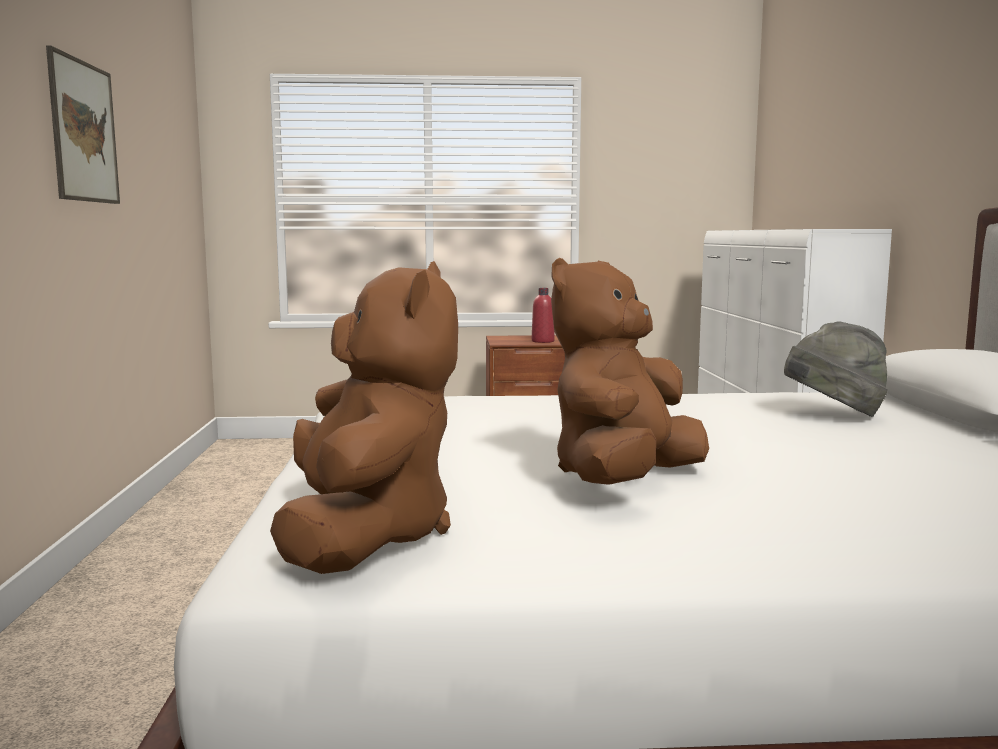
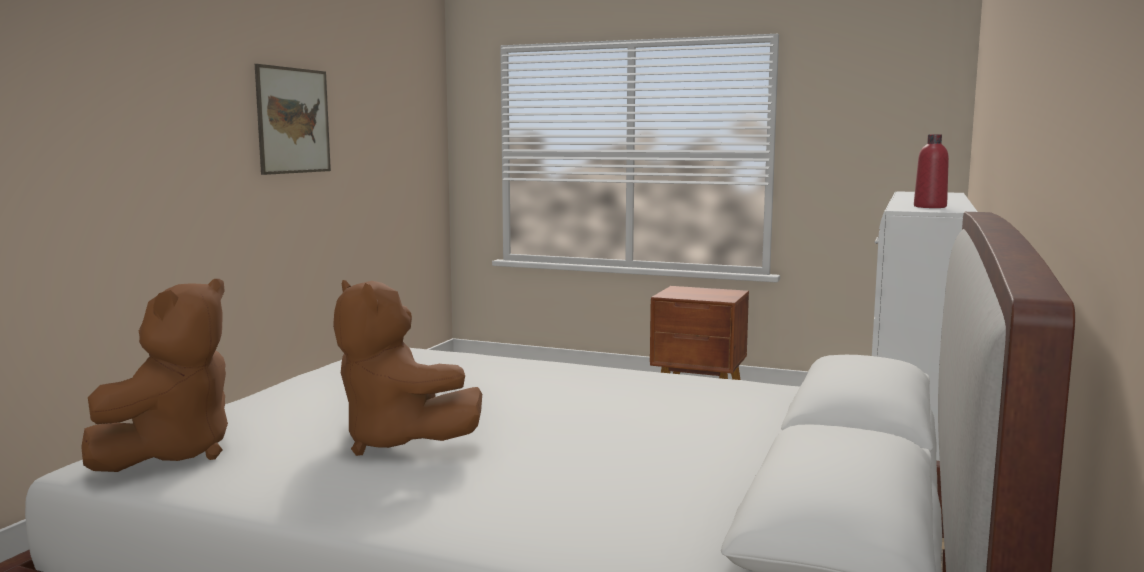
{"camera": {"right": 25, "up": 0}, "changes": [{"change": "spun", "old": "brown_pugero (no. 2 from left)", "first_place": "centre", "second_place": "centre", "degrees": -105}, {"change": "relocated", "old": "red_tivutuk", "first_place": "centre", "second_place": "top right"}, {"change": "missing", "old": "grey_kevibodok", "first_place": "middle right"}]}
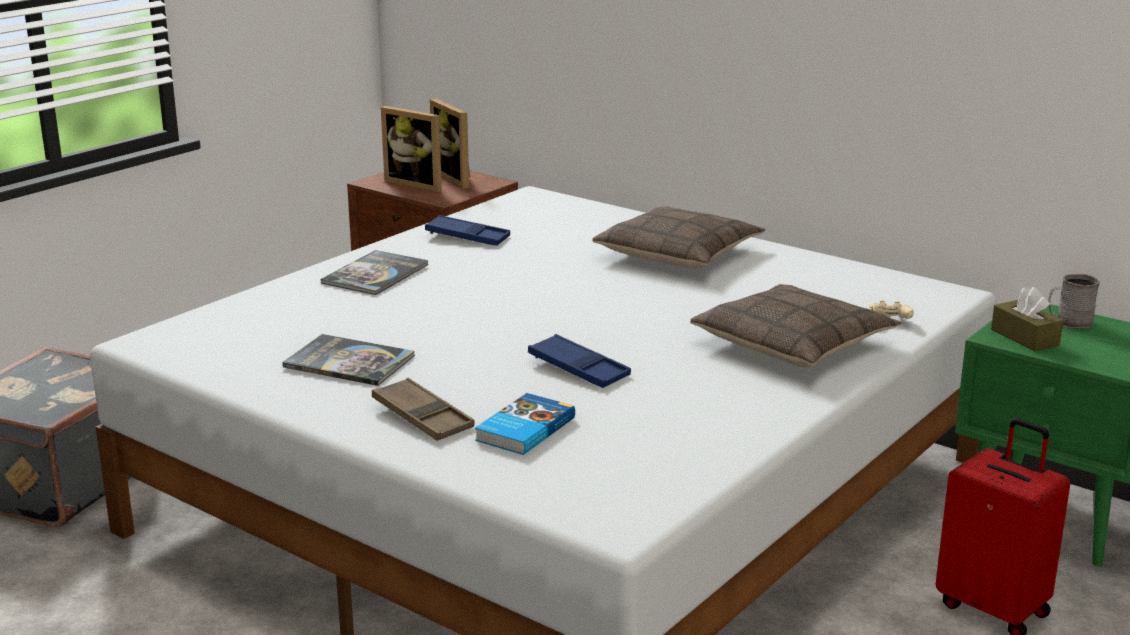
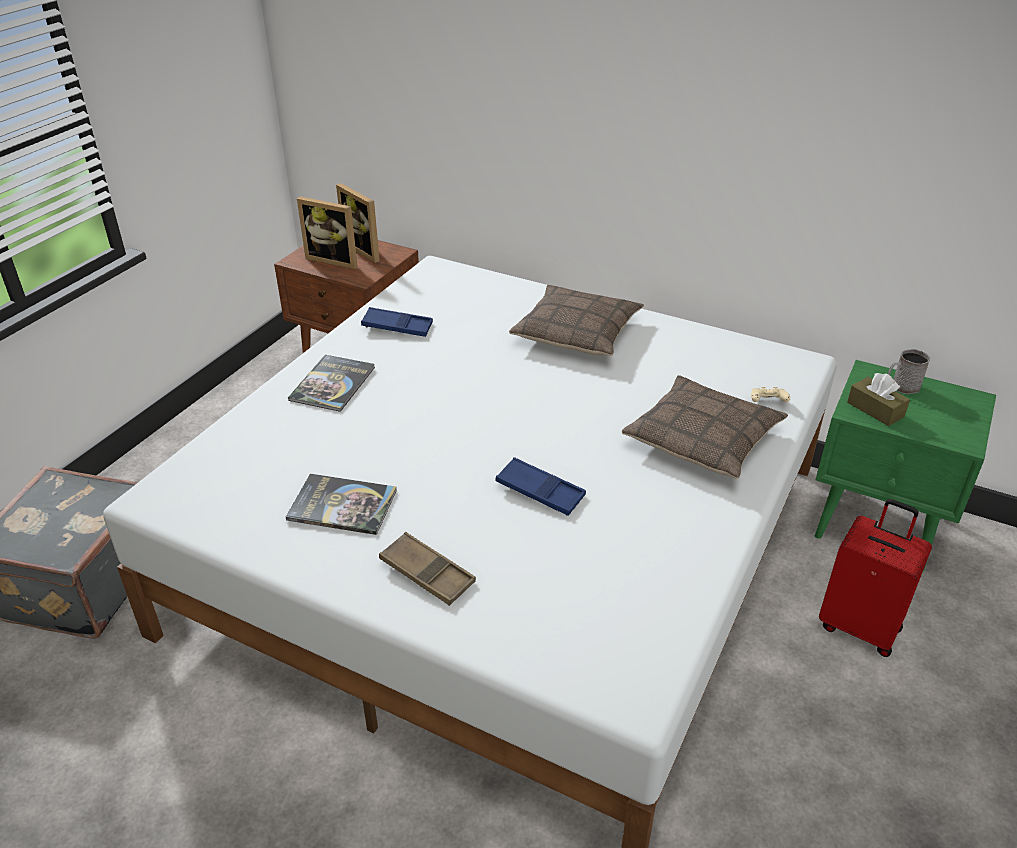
{"camera": {"right": -10, "up": 15}, "changes": [{"change": "missing", "old": "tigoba (no. 3 from left)", "first_place": "bottom centre"}]}
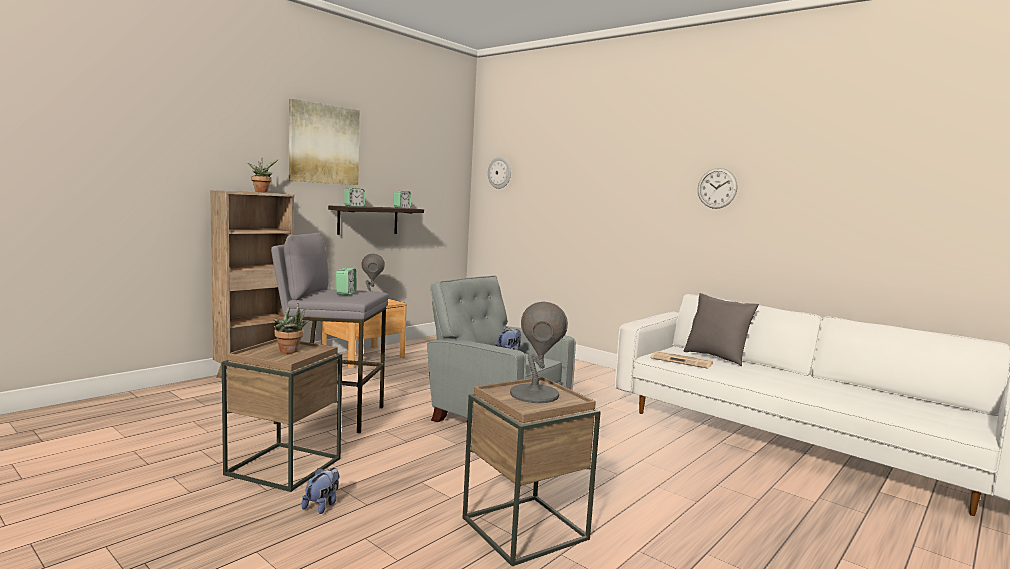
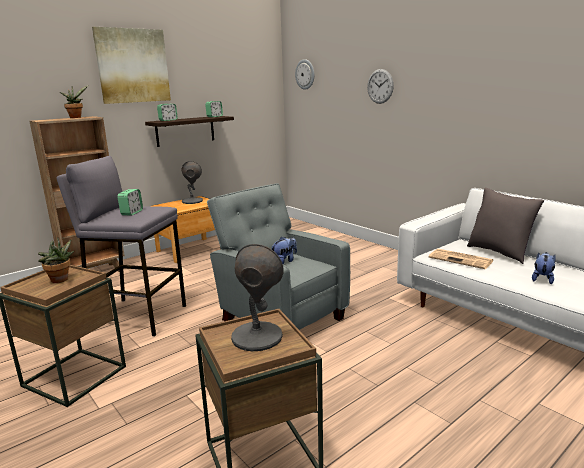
{"camera": {"right": 10, "up": 10}, "changes": [{"change": "relocated", "old": "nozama (no. 2 from left)", "first_place": "top right", "second_place": "top centre"}, {"change": "relocated", "old": "pugero (no. 1 from left in the first image)", "new": "pugero (no. 2 from left)", "first_place": "bottom left", "second_place": "middle right"}]}
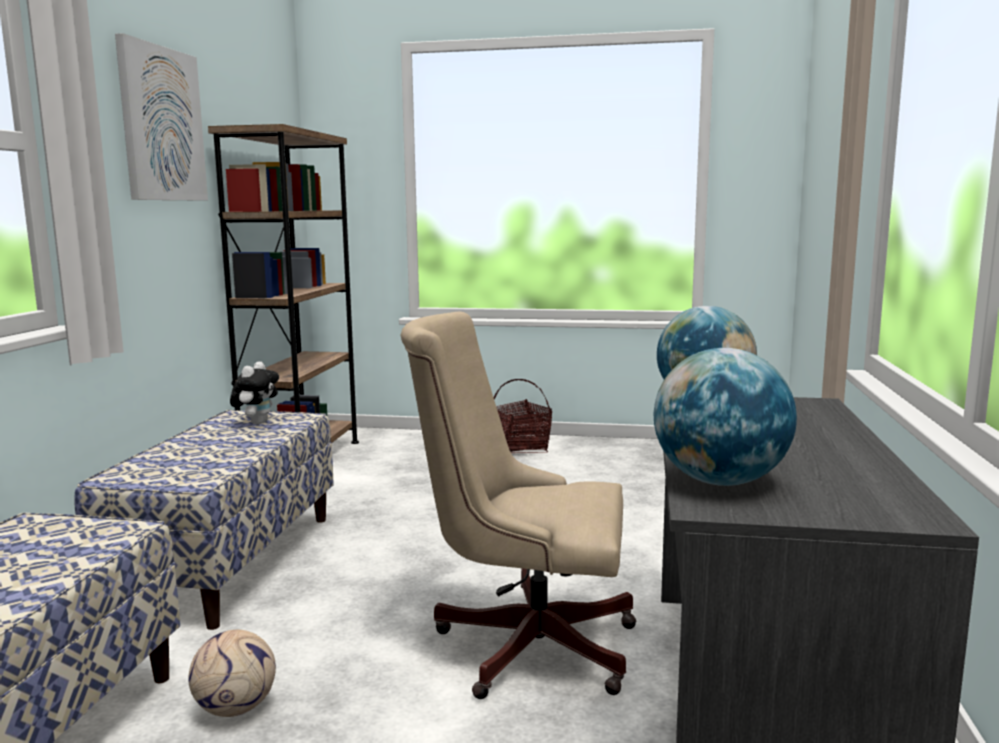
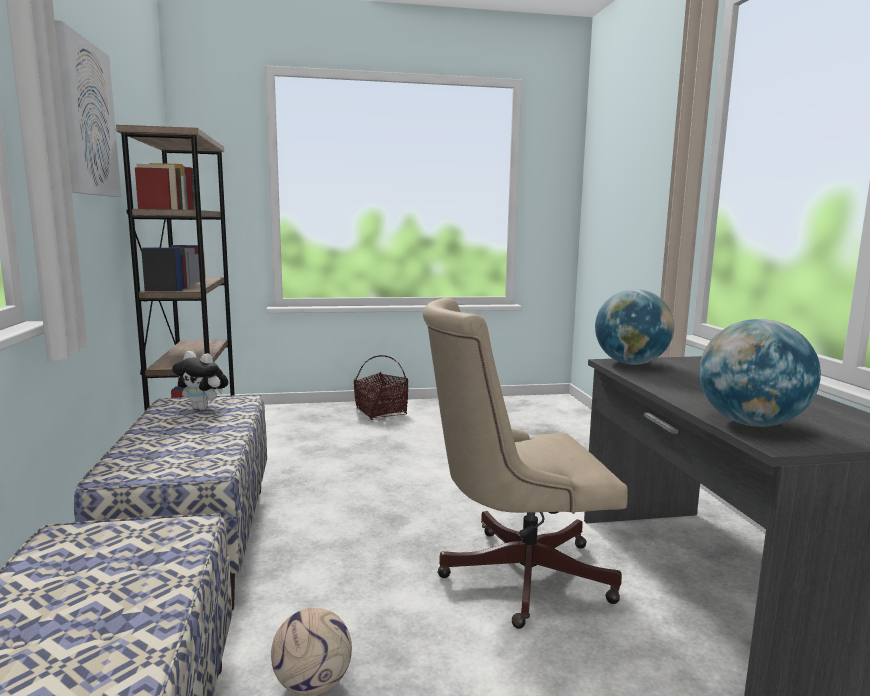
{"camera": {"right": -20, "up": 0}, "changes": [{"change": "spun", "old": "pugero", "first_place": "middle left", "second_place": "middle left", "degrees": 120}]}
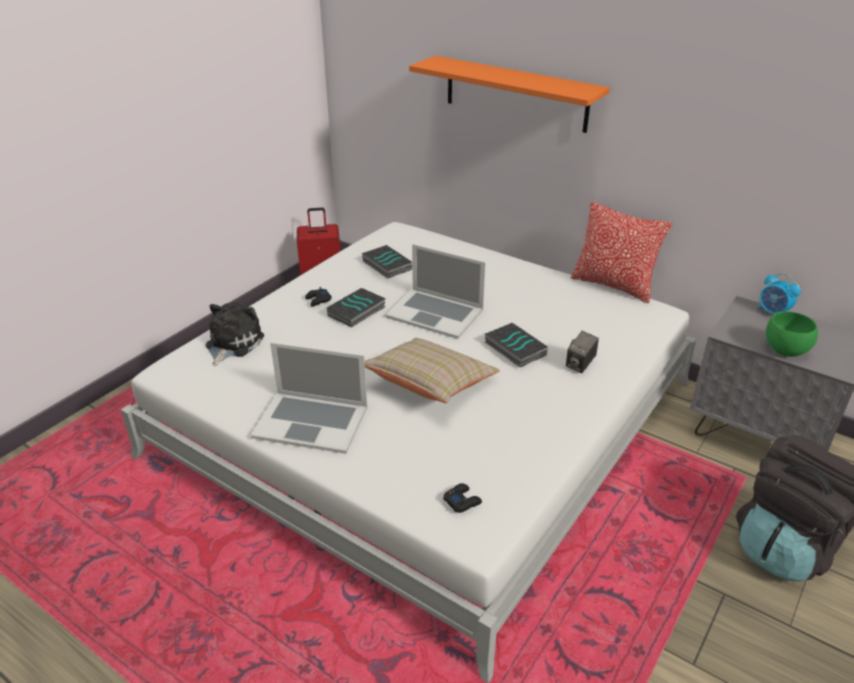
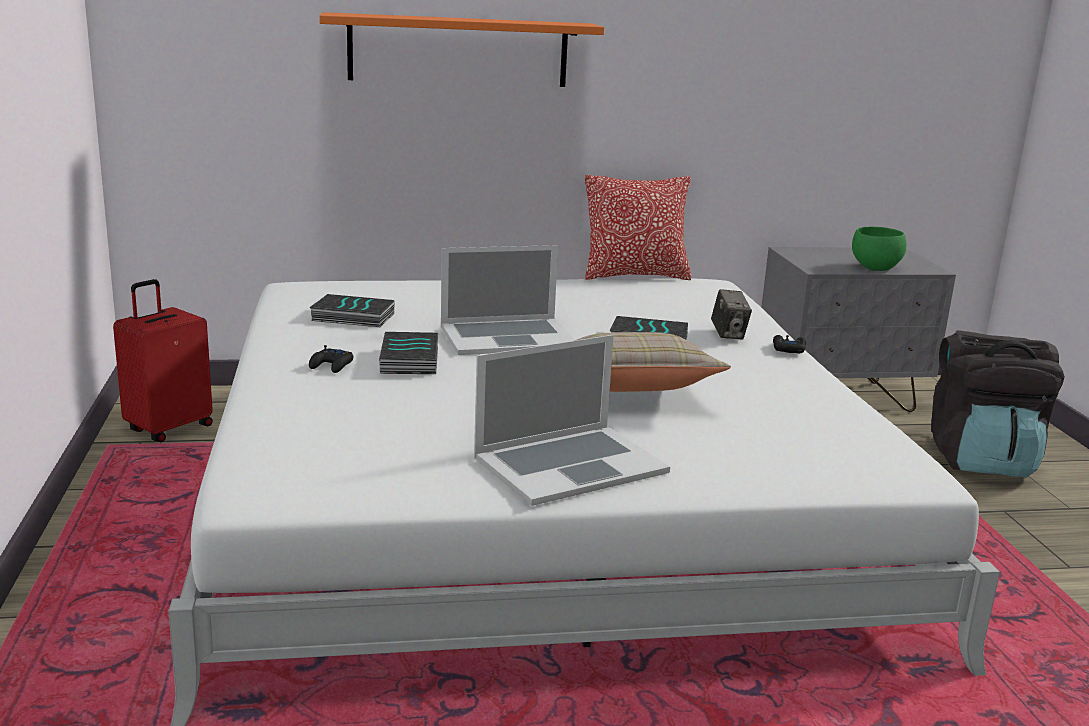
{"camera": {"right": -45, "up": -15}, "changes": [{"change": "missing", "old": "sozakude", "first_place": "middle right"}, {"change": "missing", "old": "pugero", "first_place": "middle left"}, {"change": "relocated", "old": "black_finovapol (no. 2 from left)", "first_place": "bottom centre", "second_place": "middle right"}]}
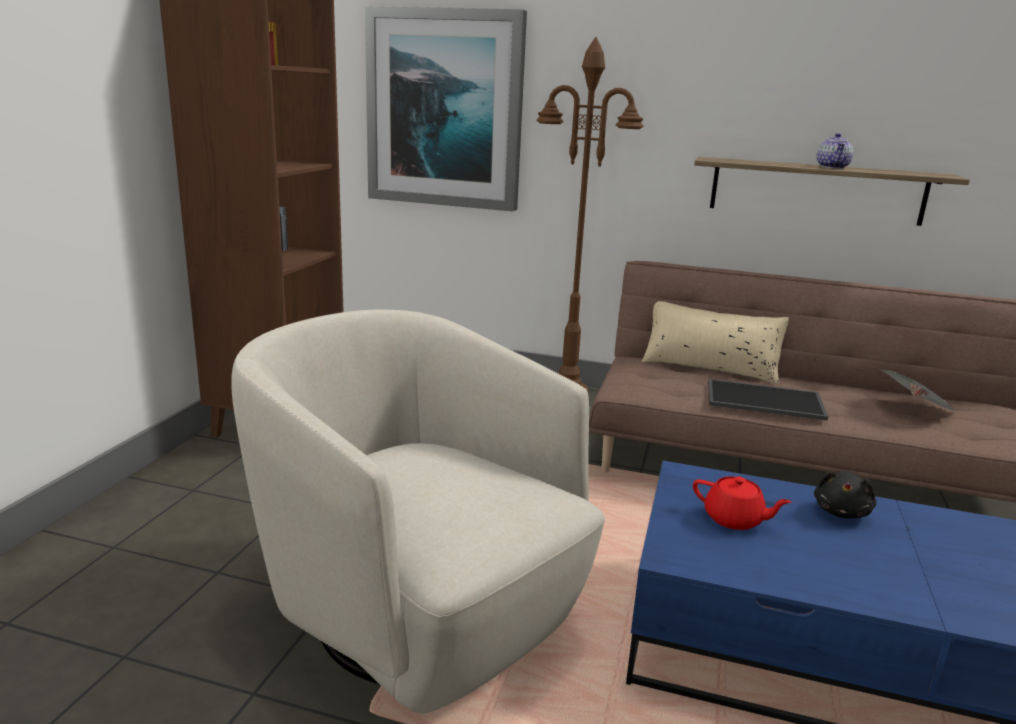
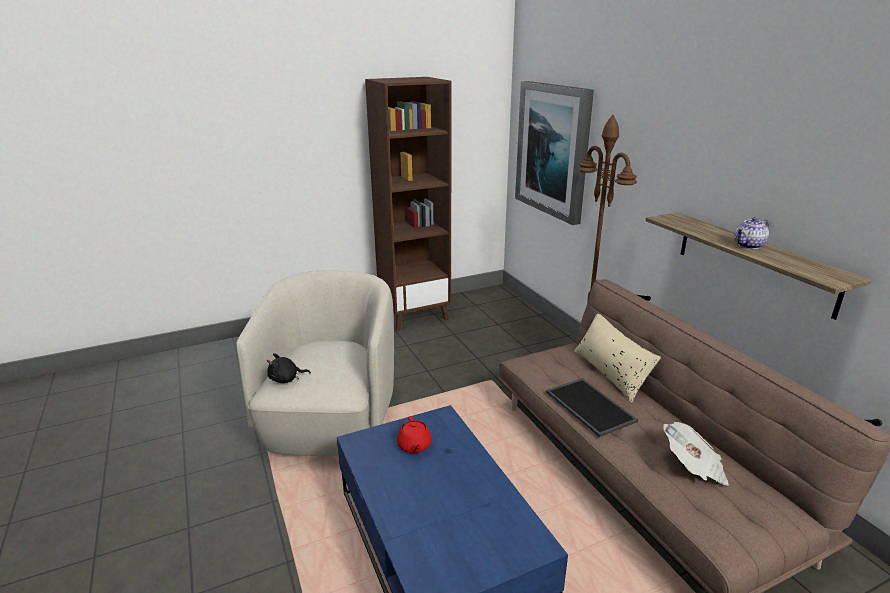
{"camera": {"right": 50, "up": 5}, "changes": [{"change": "relocated", "old": "black_pugero", "first_place": "bottom right", "second_place": "middle left"}]}
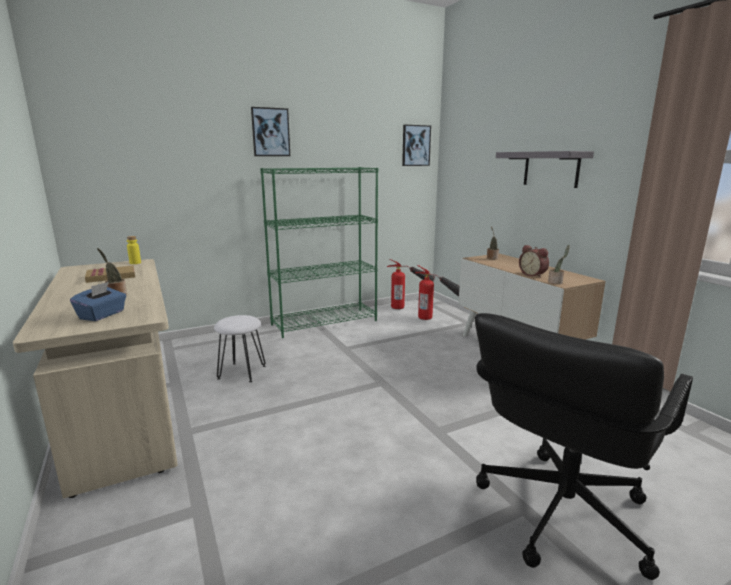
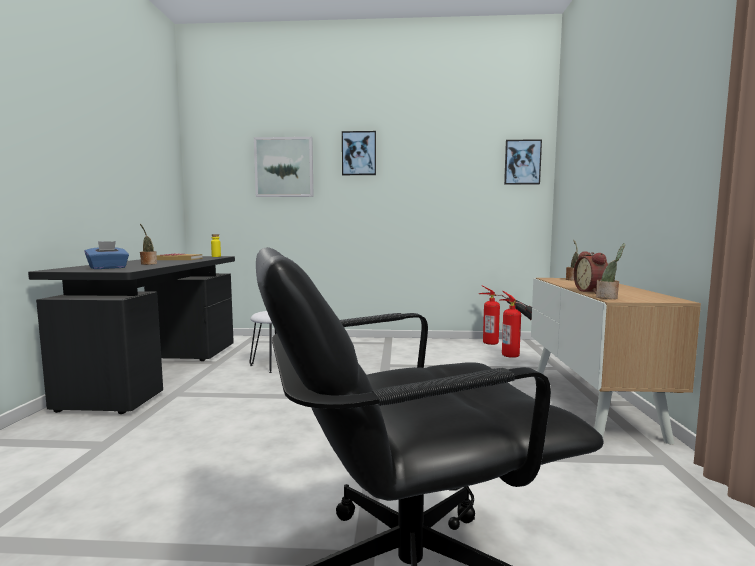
{"camera": {"right": 30, "up": -10}, "changes": [{"change": "missing", "old": "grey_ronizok", "first_place": "top right"}, {"change": "missing", "old": "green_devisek", "first_place": "centre"}, {"change": "colour", "old": "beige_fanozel", "new": "black_fanozel", "first_place": "middle left", "second_place": "middle left"}, {"change": "appeared", "new": "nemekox (no. 1 from left)", "second_place": "top centre"}]}
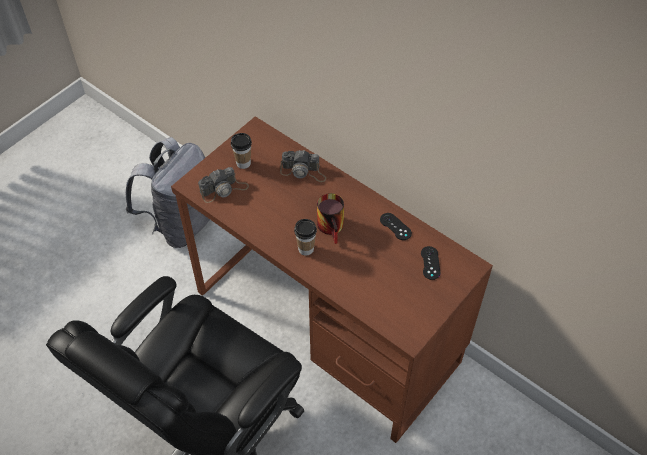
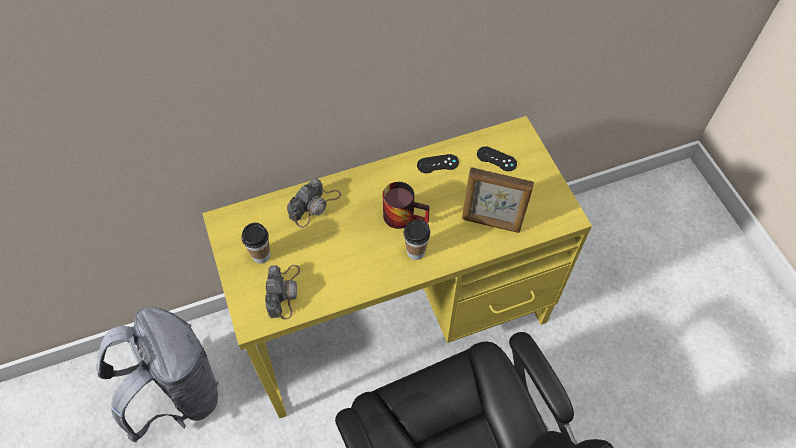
{"camera": {"right": -60, "up": 5}, "changes": [{"change": "colour", "old": "brown_fanozel", "new": "yellow_fanozel", "first_place": "centre", "second_place": "centre"}, {"change": "appeared", "new": "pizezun", "second_place": "centre"}]}
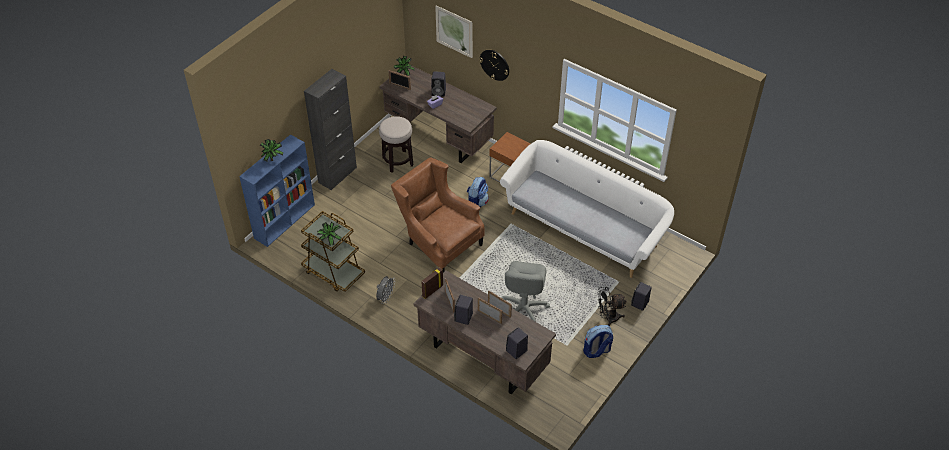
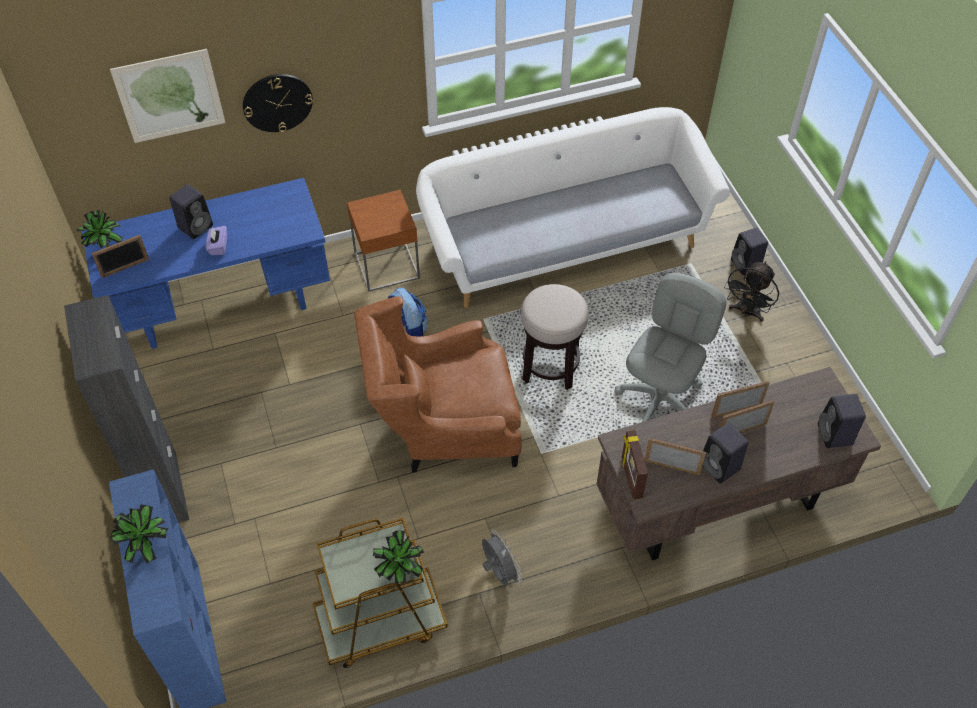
{"camera": {"right": -55, "up": 5}, "changes": [{"change": "colour", "old": "brown_fanozel (no. 1 from left)", "new": "blue_fanozel", "first_place": "top centre", "second_place": "middle left"}, {"change": "relocated", "old": "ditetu", "first_place": "top centre", "second_place": "centre"}, {"change": "spun", "old": "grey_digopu", "first_place": "centre", "second_place": "middle right", "degrees": -105}, {"change": "missing", "old": "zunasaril (no. 2 from left)", "first_place": "bottom centre"}]}
